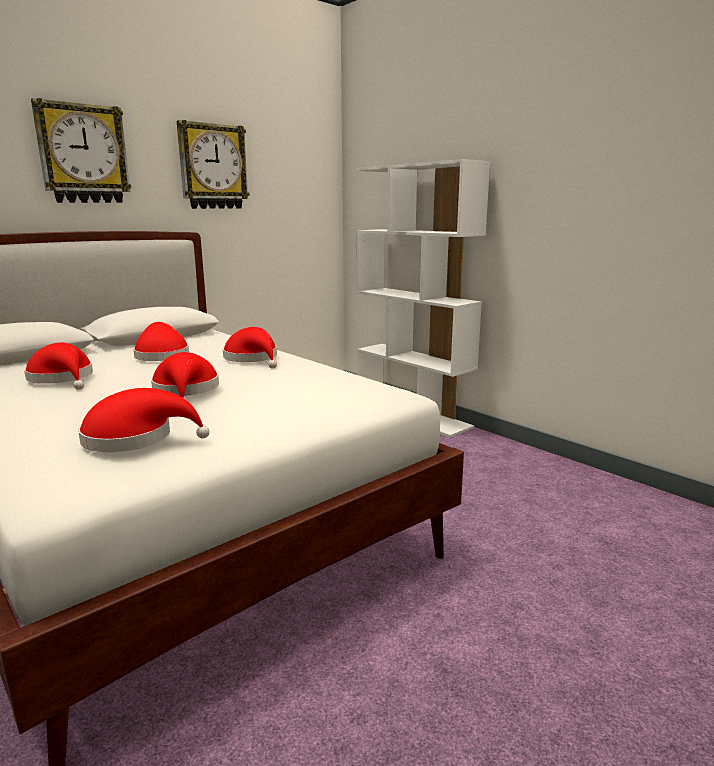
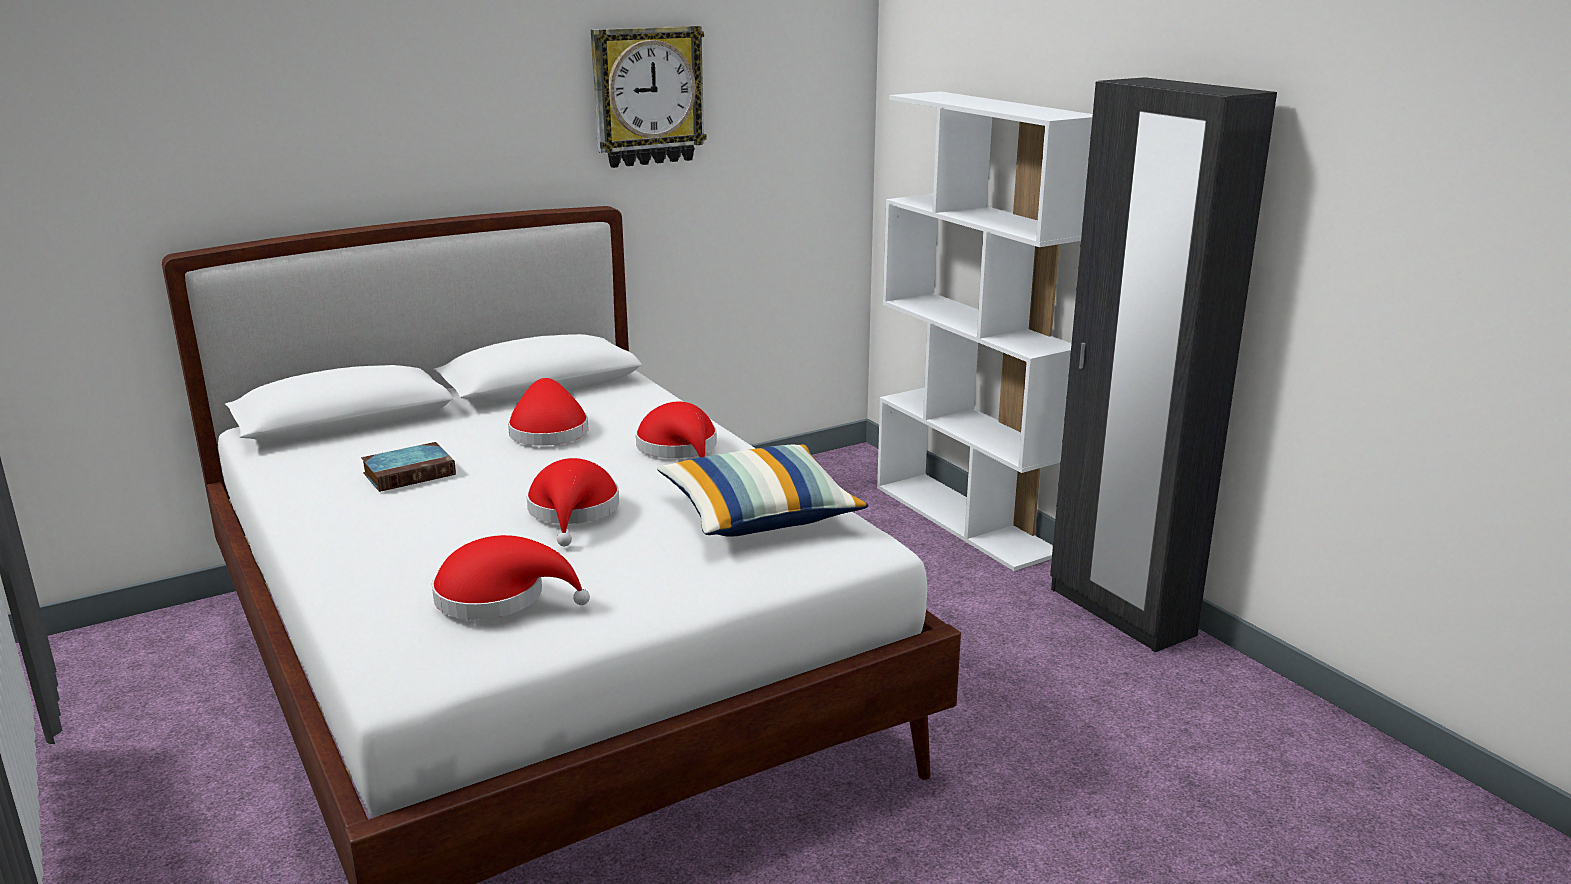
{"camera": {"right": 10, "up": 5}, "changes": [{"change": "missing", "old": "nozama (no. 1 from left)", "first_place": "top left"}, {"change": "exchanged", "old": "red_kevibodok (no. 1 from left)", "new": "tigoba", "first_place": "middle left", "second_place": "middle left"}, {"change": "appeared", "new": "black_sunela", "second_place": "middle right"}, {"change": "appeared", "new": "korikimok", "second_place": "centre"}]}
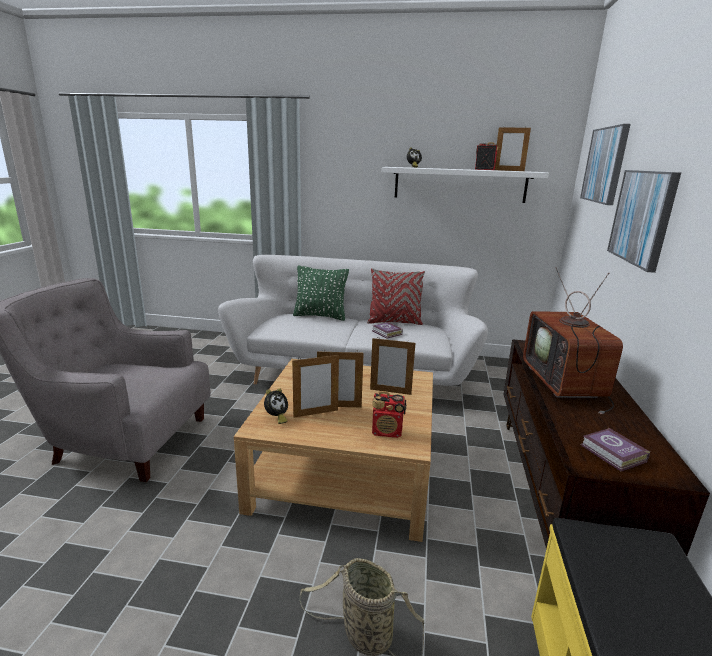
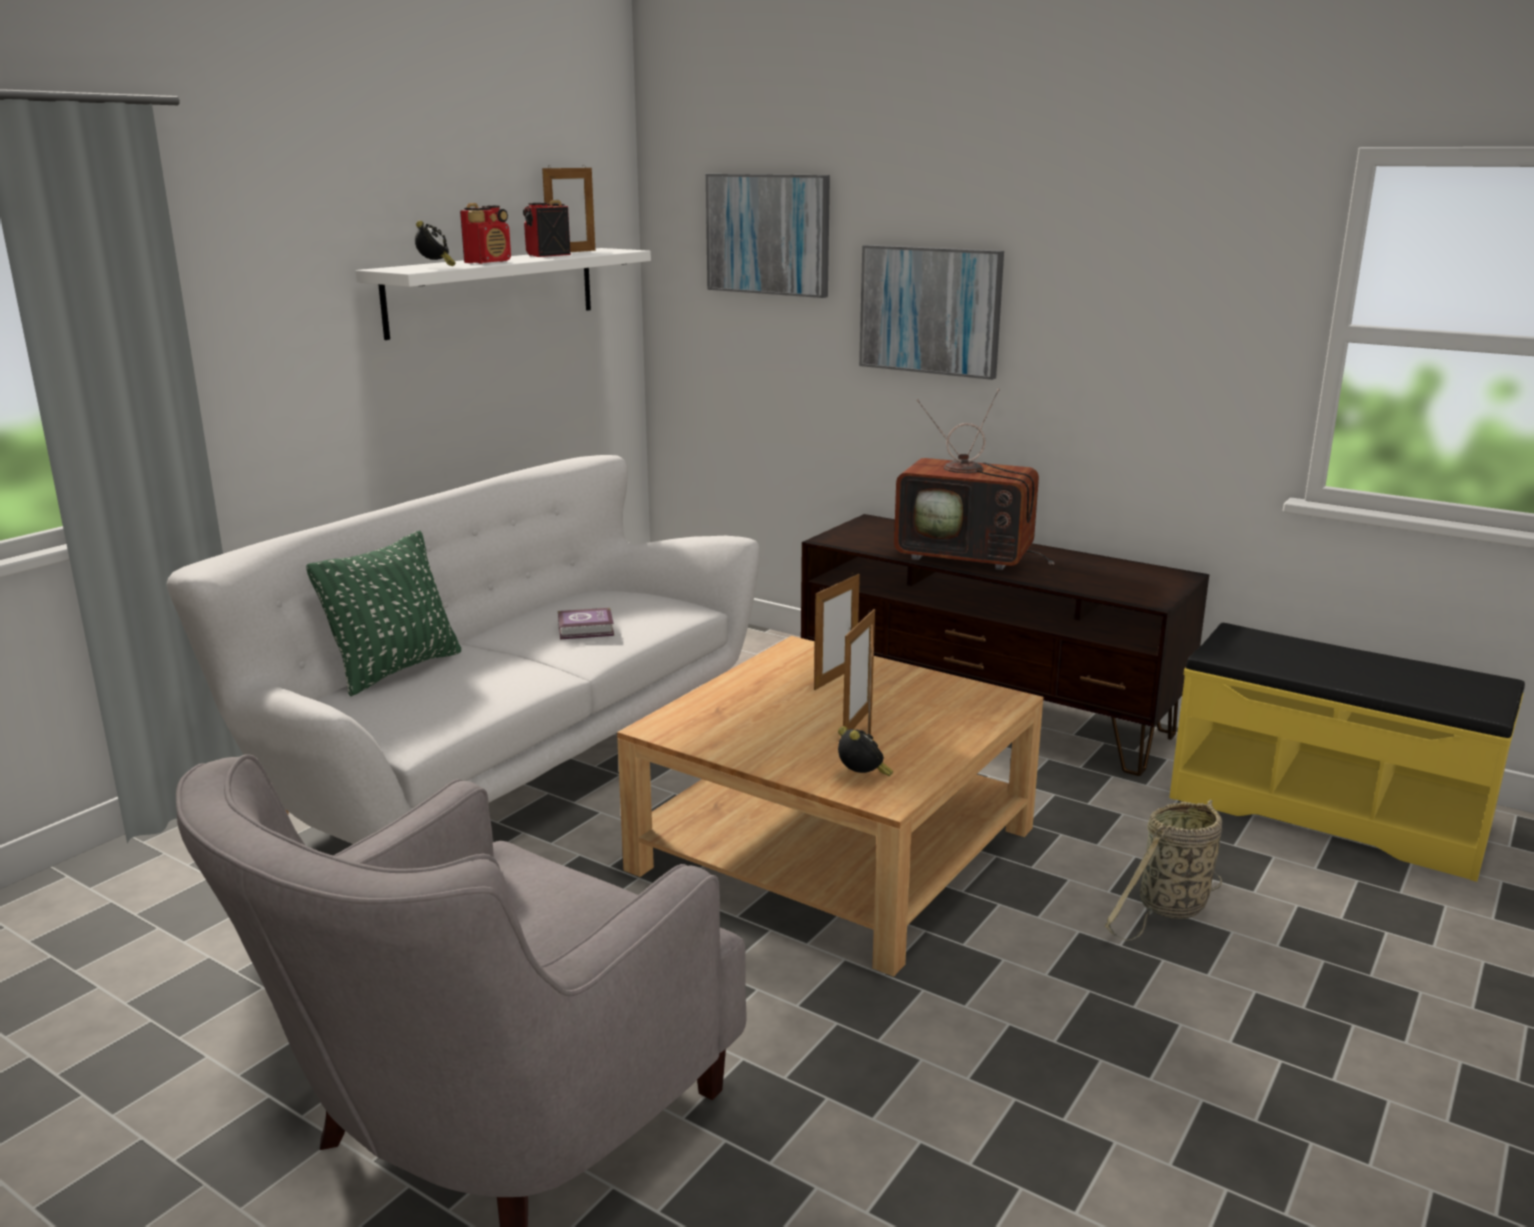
{"camera": {"right": -65, "up": 0}, "changes": [{"change": "missing", "old": "red_korikimok", "first_place": "centre"}, {"change": "relocated", "old": "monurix (no. 1 from left)", "first_place": "centre", "second_place": "top left"}, {"change": "missing", "old": "tigoba (no. 2 from left)", "first_place": "bottom right"}]}
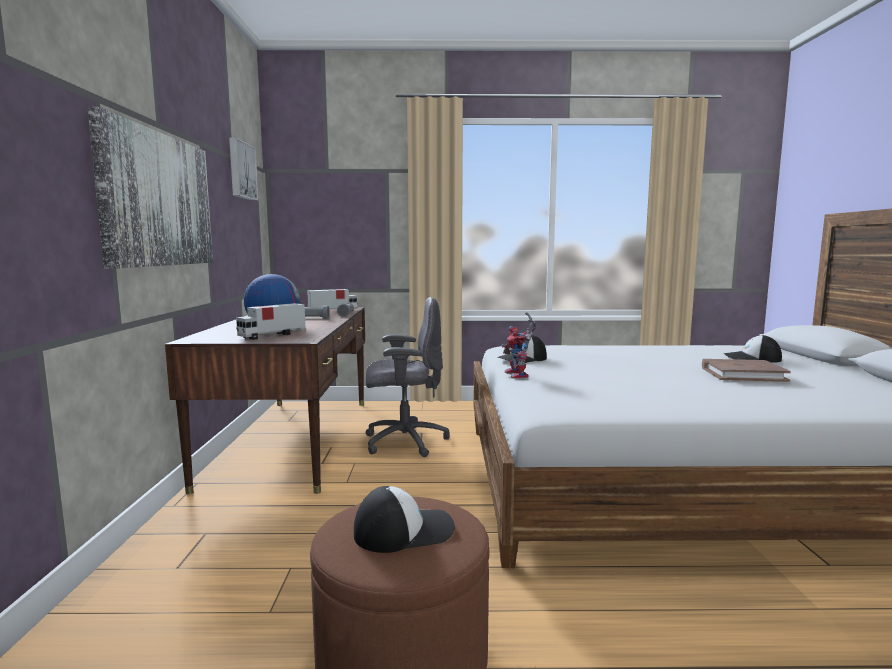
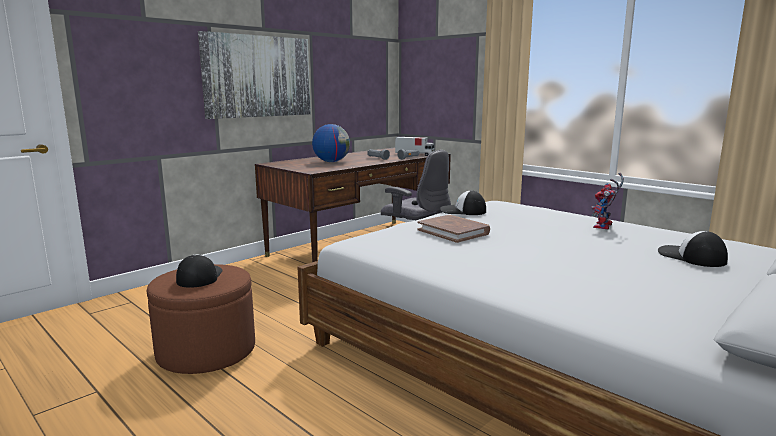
{"camera": {"right": 45, "up": 5}, "changes": [{"change": "missing", "old": "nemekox (no. 2 from left)", "first_place": "top left"}, {"change": "missing", "old": "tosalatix (no. 1 from left)", "first_place": "middle left"}, {"change": "relocated", "old": "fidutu", "first_place": "centre", "second_place": "middle right"}, {"change": "relocated", "old": "brown_tigoba", "first_place": "middle right", "second_place": "centre"}, {"change": "spun", "old": "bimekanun (no. 1 from left)", "first_place": "bottom centre", "second_place": "middle left", "degrees": -120}]}
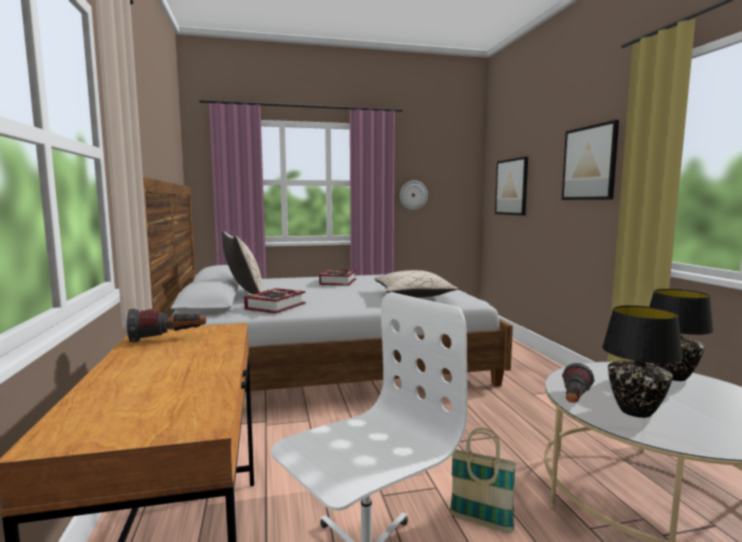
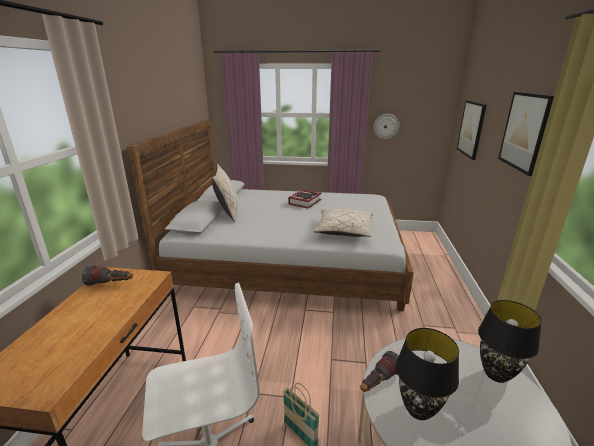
{"camera": {"right": 20, "up": 15}, "changes": [{"change": "missing", "old": "tigoba (no. 1 from left)", "first_place": "centre"}]}
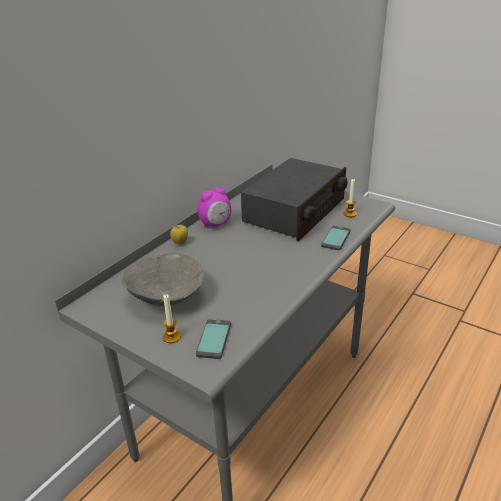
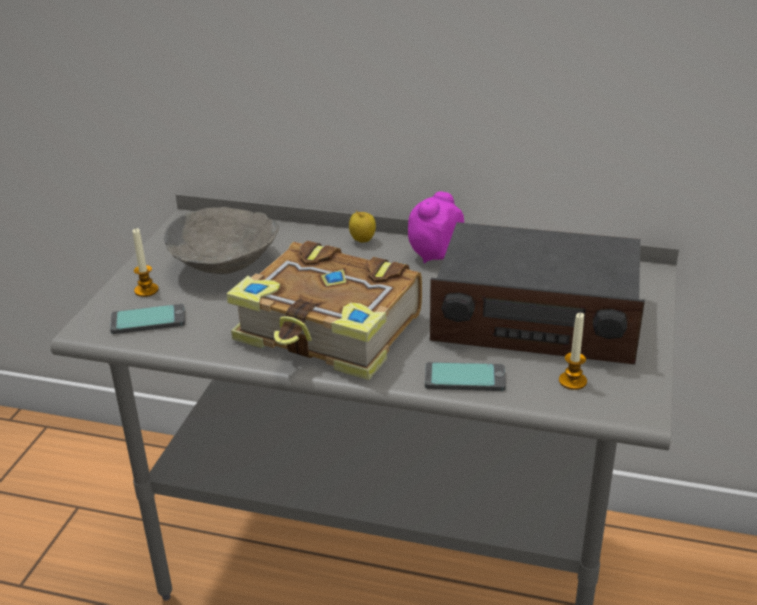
{"camera": {"right": 70, "up": 0}, "changes": [{"change": "spun", "old": "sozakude", "first_place": "centre", "second_place": "centre", "degrees": 90}, {"change": "appeared", "new": "tigoba", "second_place": "centre"}]}
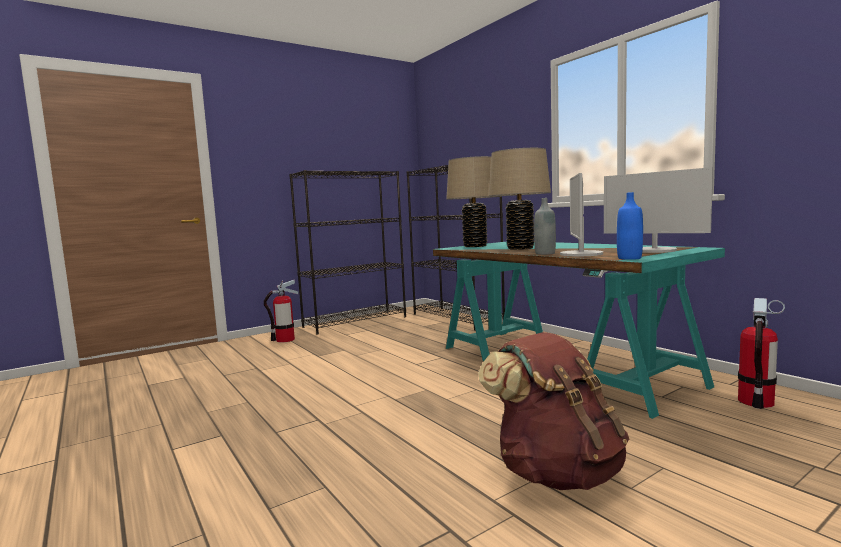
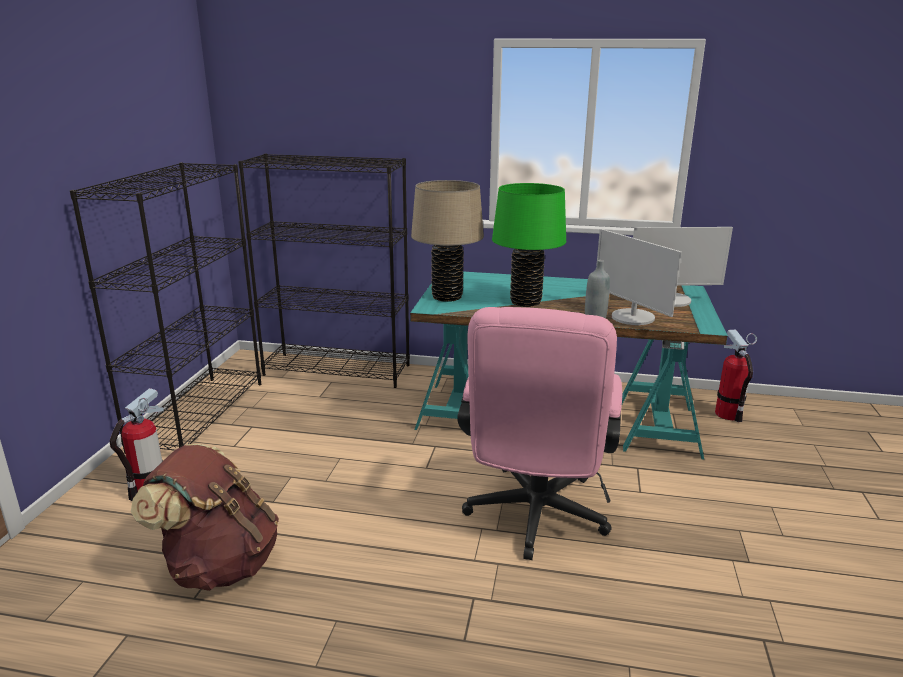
{"camera": {"right": -45, "up": 15}, "changes": [{"change": "colour", "old": "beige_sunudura (no. 2 from left)", "new": "green_sunudura", "first_place": "centre", "second_place": "centre"}, {"change": "missing", "old": "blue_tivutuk", "first_place": "middle right"}, {"change": "relocated", "old": "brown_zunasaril", "first_place": "bottom centre", "second_place": "bottom left"}, {"change": "appeared", "new": "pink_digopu", "second_place": "centre"}]}
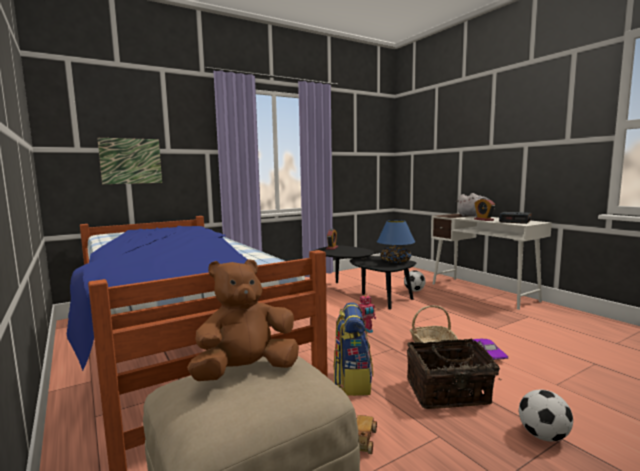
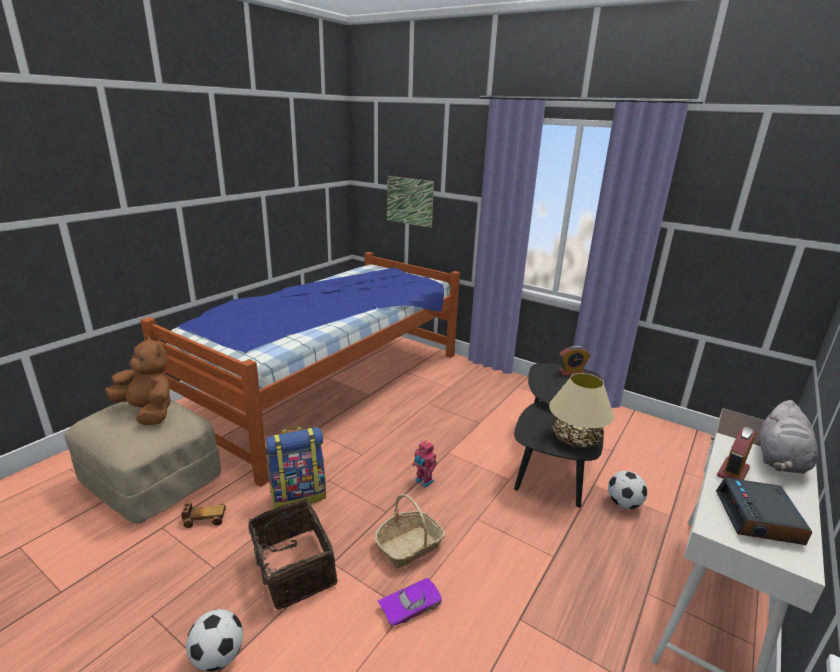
{"camera": {"right": 65, "up": 15}, "changes": [{"change": "colour", "old": "blue_sunudura", "new": "beige_sunudura", "first_place": "centre", "second_place": "middle right"}]}
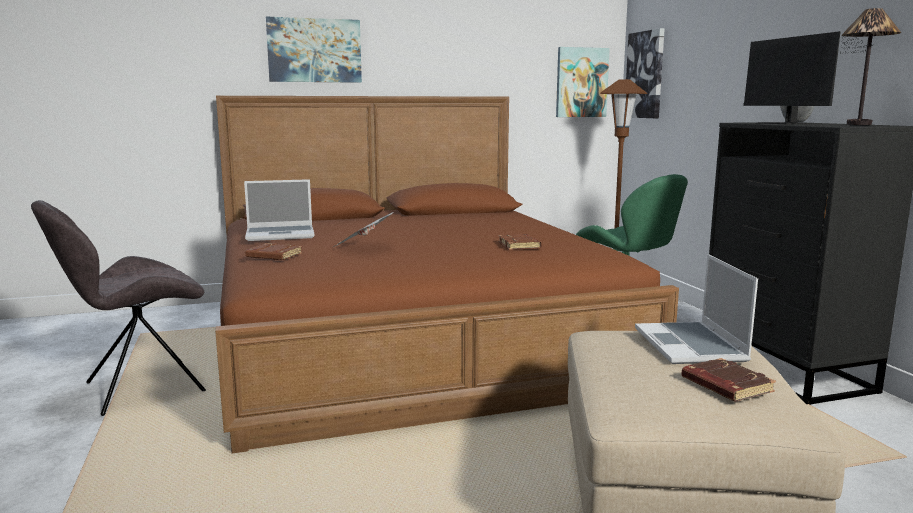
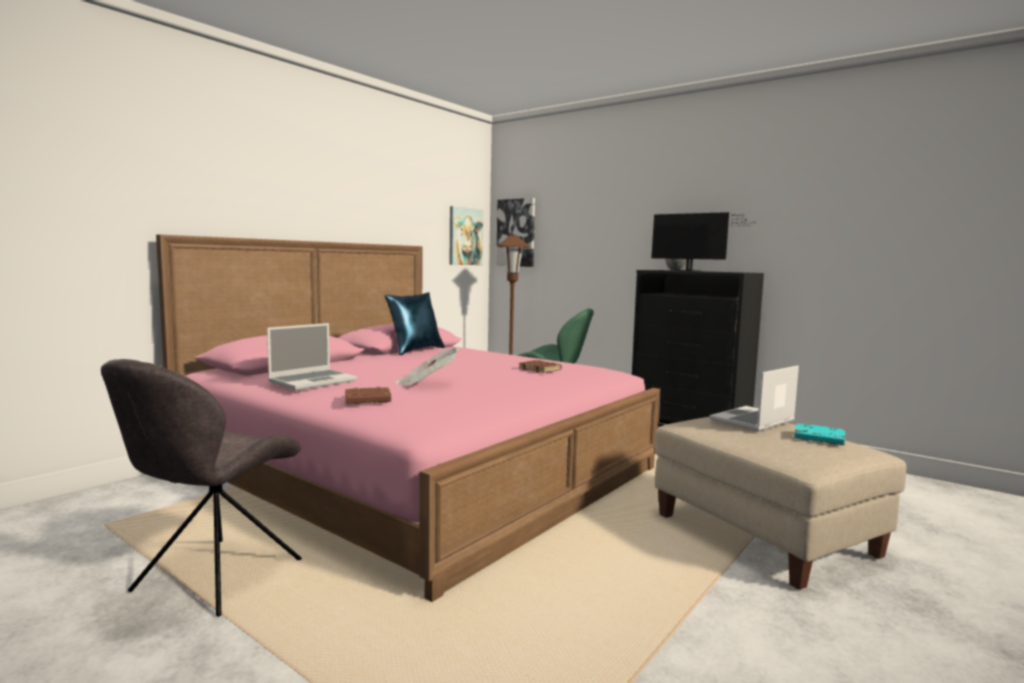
{"camera": {"right": -35, "up": -5}, "changes": [{"change": "missing", "old": "sunudura", "first_place": "top right"}, {"change": "missing", "old": "nemekox (no. 1 from left)", "first_place": "top centre"}, {"change": "colour", "old": "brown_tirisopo", "new": "pink_tirisopo", "first_place": "centre", "second_place": "centre"}, {"change": "spun", "old": "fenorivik (no. 2 from left)", "first_place": "middle right", "second_place": "middle right", "degrees": 90}, {"change": "colour", "old": "brown_tigoba (no. 3 from left)", "new": "turquoise_tigoba", "first_place": "bottom right", "second_place": "middle right"}, {"change": "appeared", "new": "blue_korikimok", "second_place": "centre"}]}
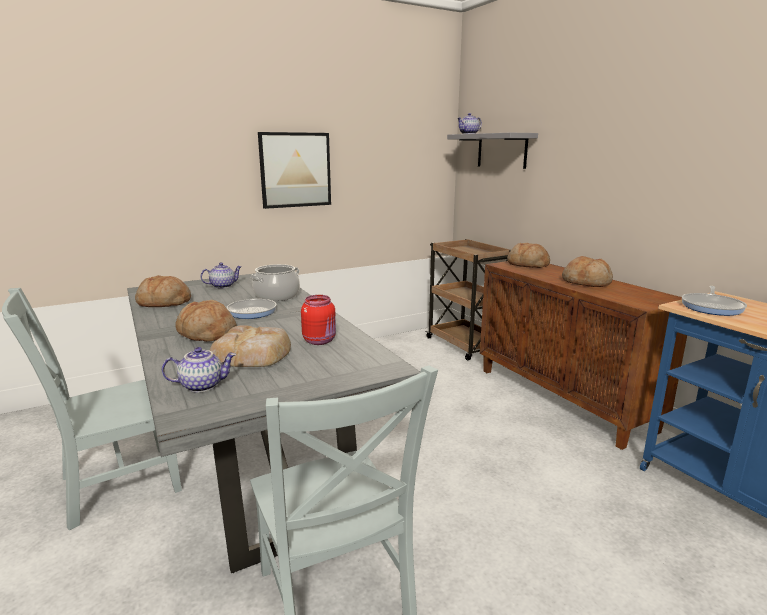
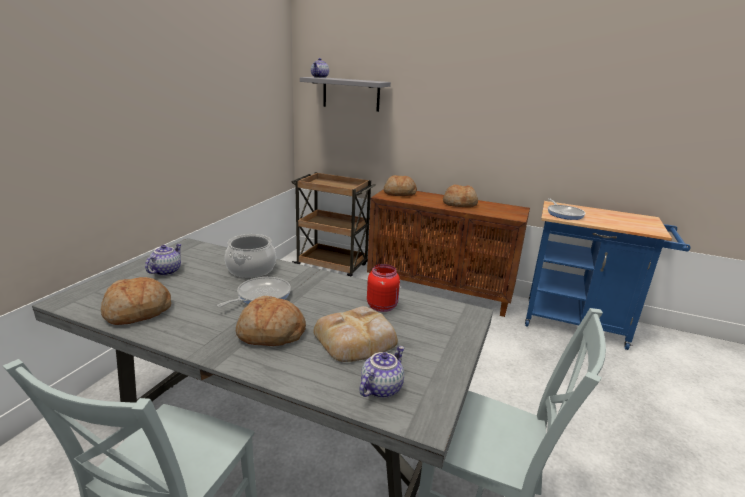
{"camera": {"right": -40, "up": 5}, "changes": [{"change": "missing", "old": "nemekox", "first_place": "top centre"}]}
